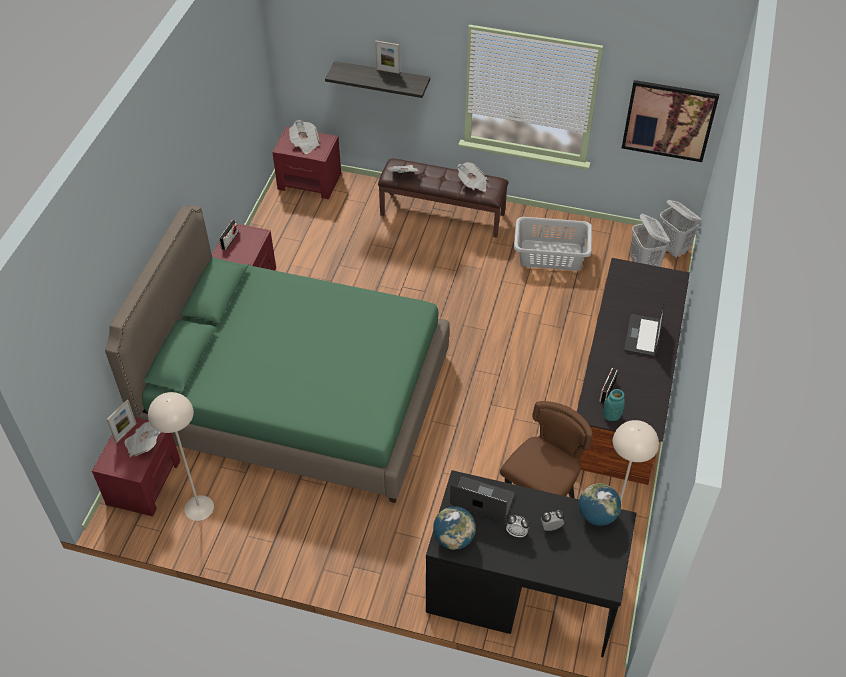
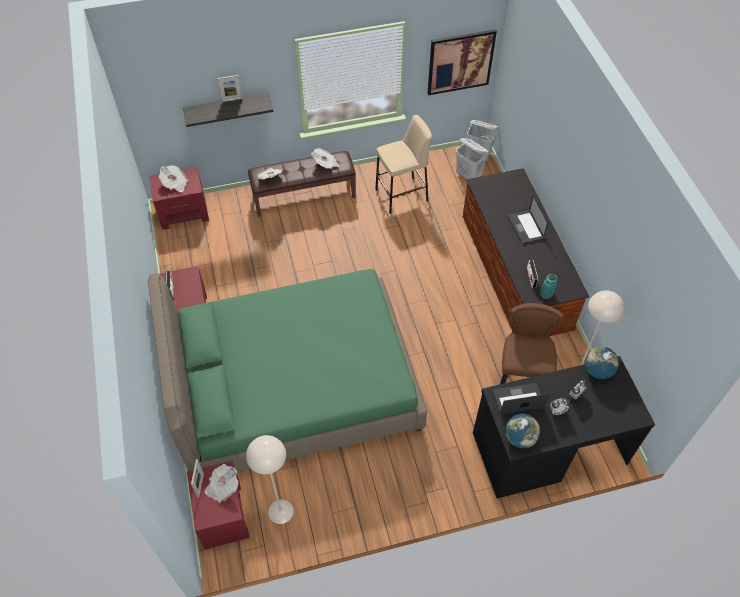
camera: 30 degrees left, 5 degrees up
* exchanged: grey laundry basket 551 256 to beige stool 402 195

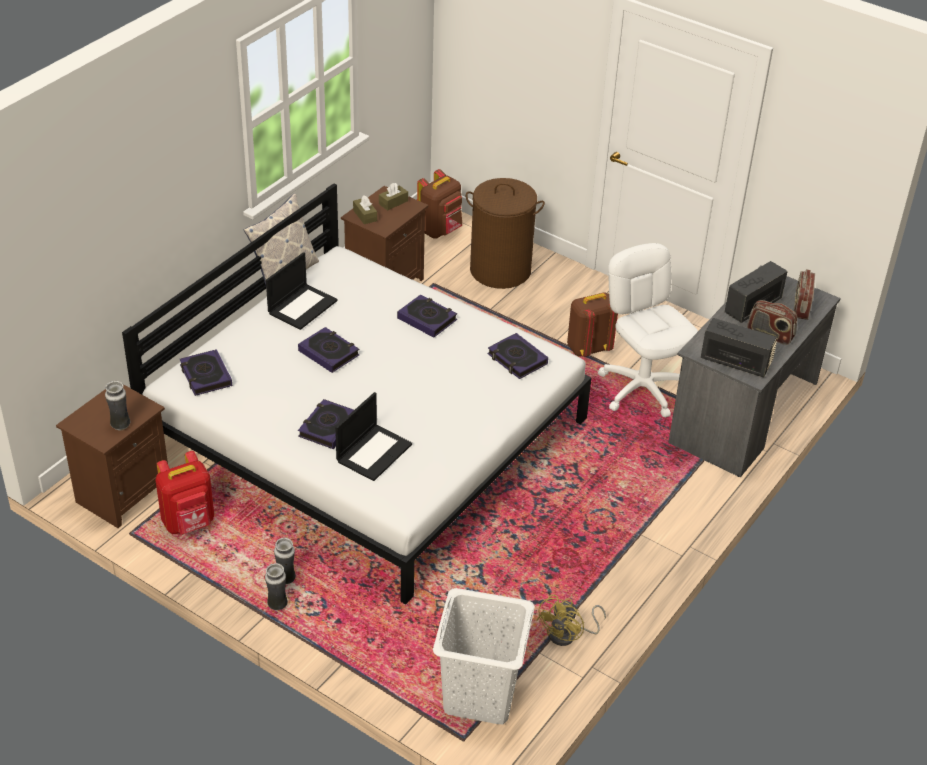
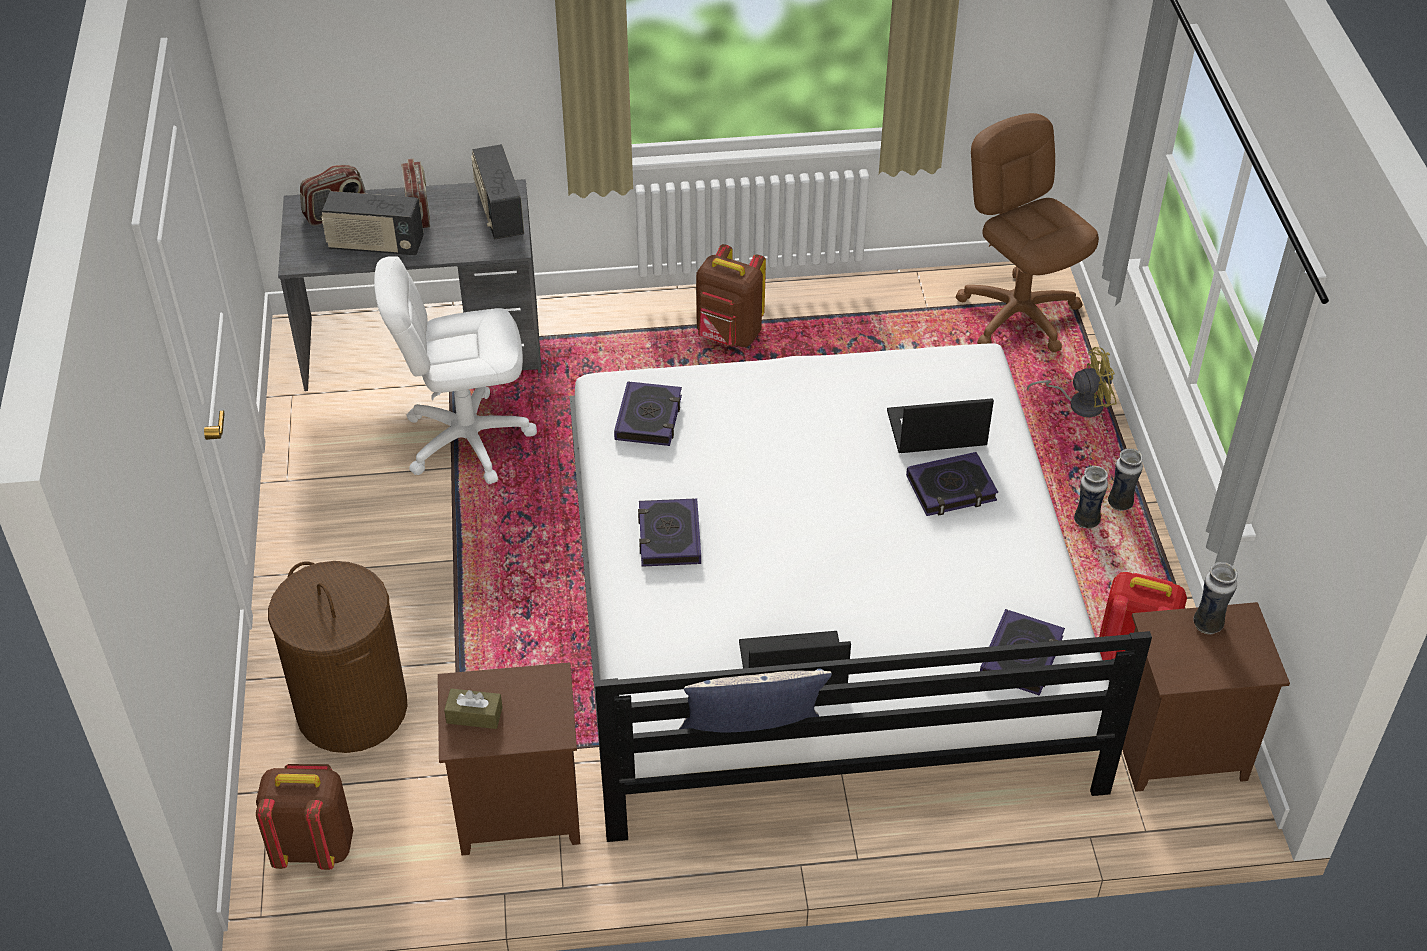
camera: 130 degrees left, 5 degrees up
* missing: brown tissue box 365 215
* spun: white office chair 642 388 = 467 439 60 degrees clockwise
* relocated: brown backpack 588 348 to 729 335
* missing: book 329 353
* exchanged: white laundry basket 480 695 to brown office chair 1018 315
* relocated: yellow fan 568 635 to 1079 403

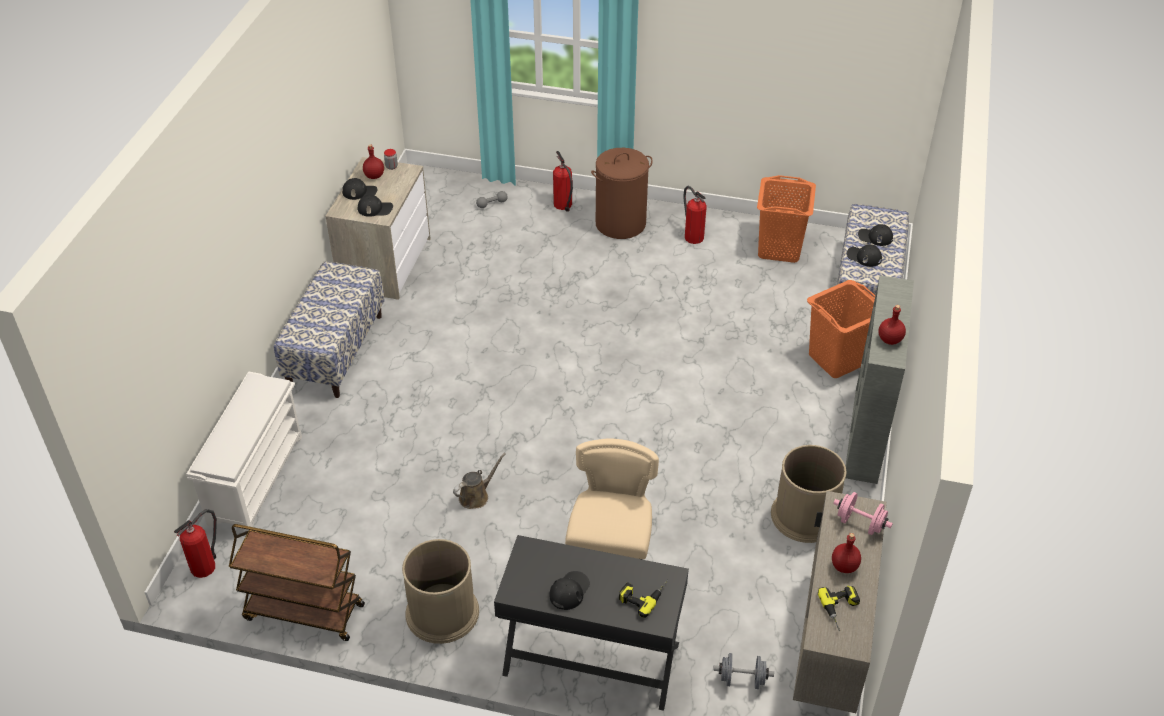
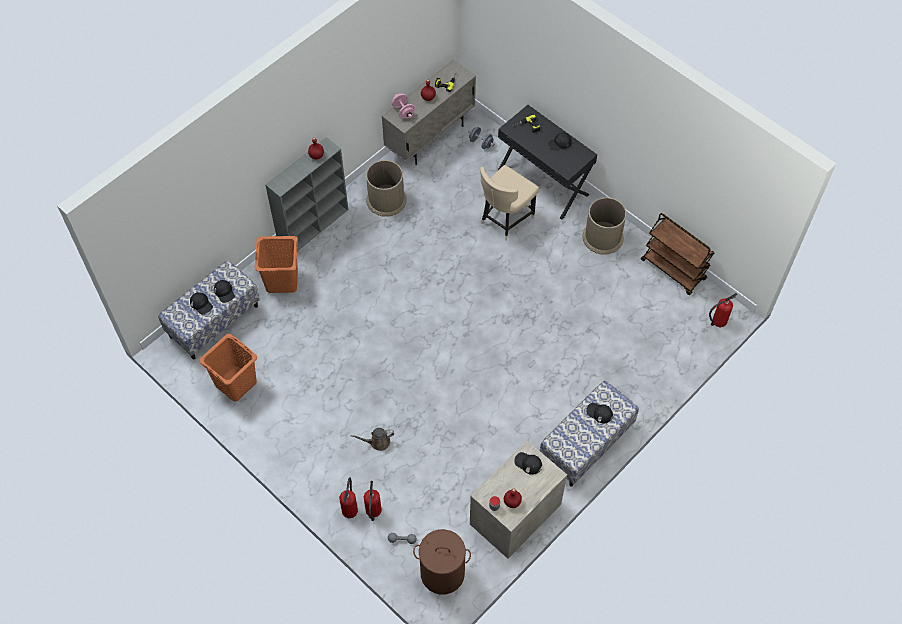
camera: 150 degrees left, 15 degrees up
* relocated: brown laundry basket 620 223 to 442 573
* relocated: black cap 360 192 to 599 413
* relocated: fire extinguisher 692 236 to 373 511
* missing: white shoe rack 255 478
* relocated: brown watering can 476 496 to 377 442

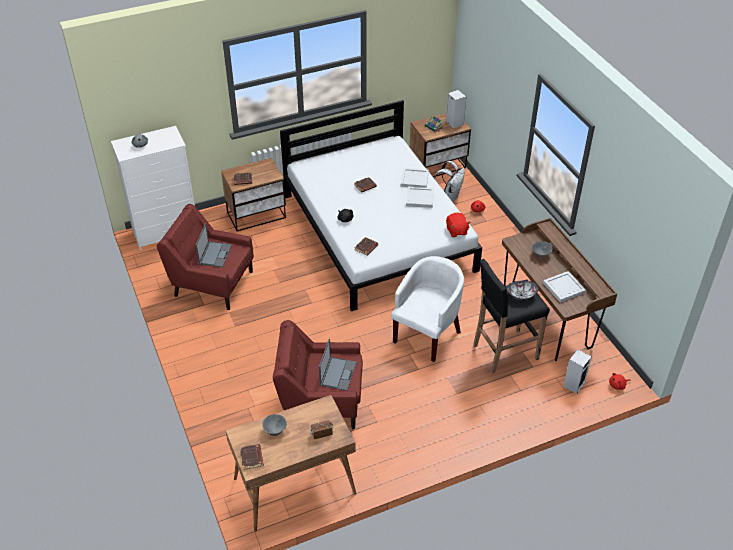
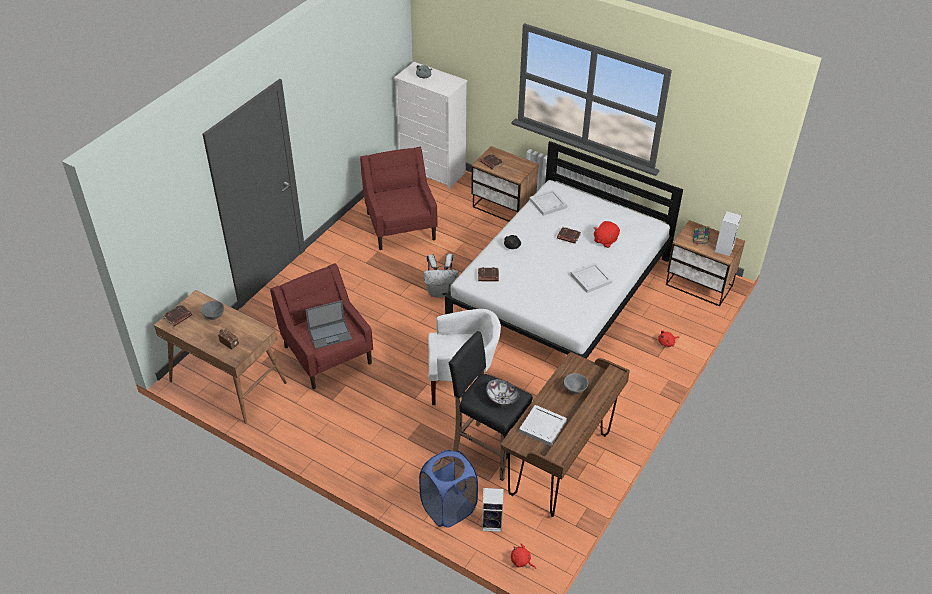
camera: 55 degrees right, 0 degrees up
* relocated: white backpack 449 197 to 440 291
* relocated: white tray 415 179 to 548 204
* relocated: red plush toy 456 231 to 605 240
* missing: laptop 215 254
* appeared: blue laundry basket 448 508

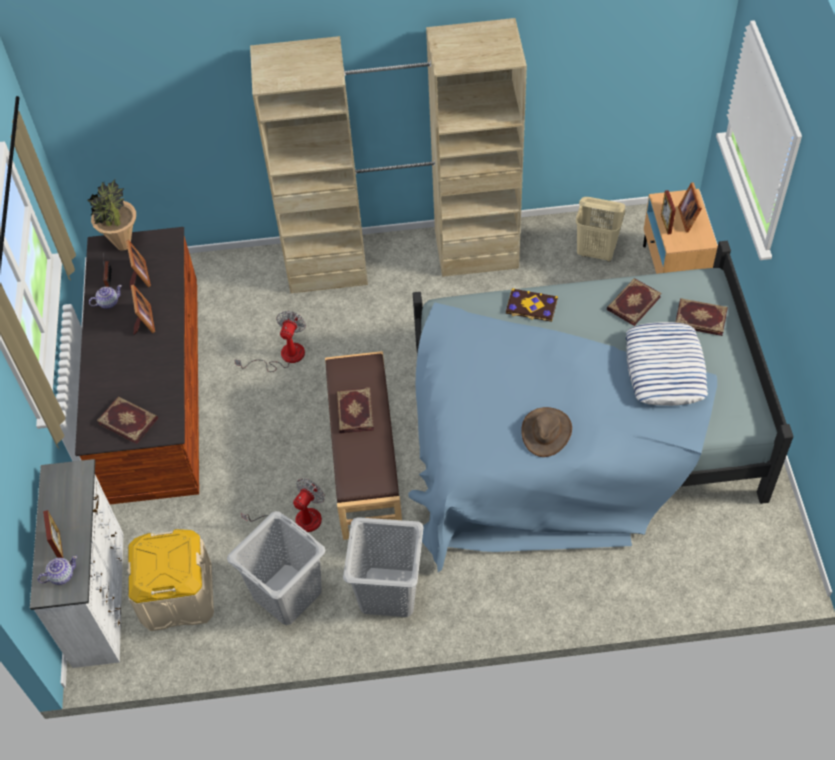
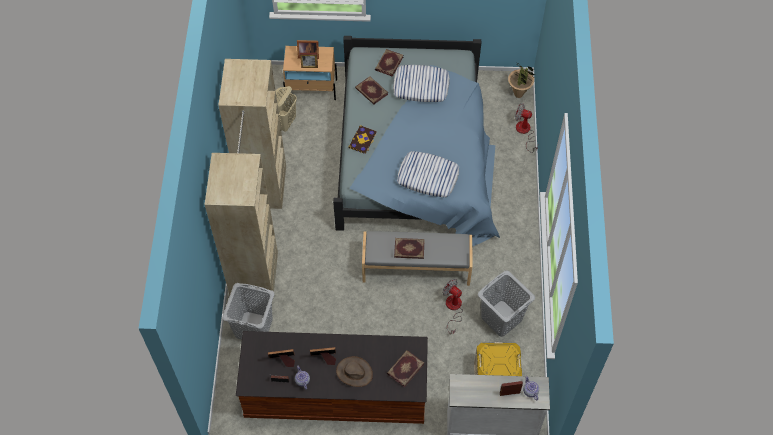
camera: 85 degrees left, 5 degrees up
* relocated: potted plant 123 245 to 518 94
* relocated: fan 284 356 to 524 132
* colour: brown bench 366 460 to grey bench 416 267
* relocated: brown hat 546 432 to 354 372
* relocated: grey laundry basket 388 591 to 253 328
* appeared: pillow 428 177

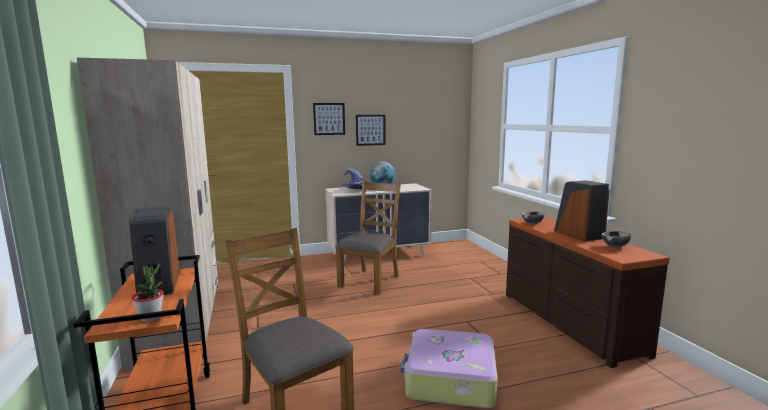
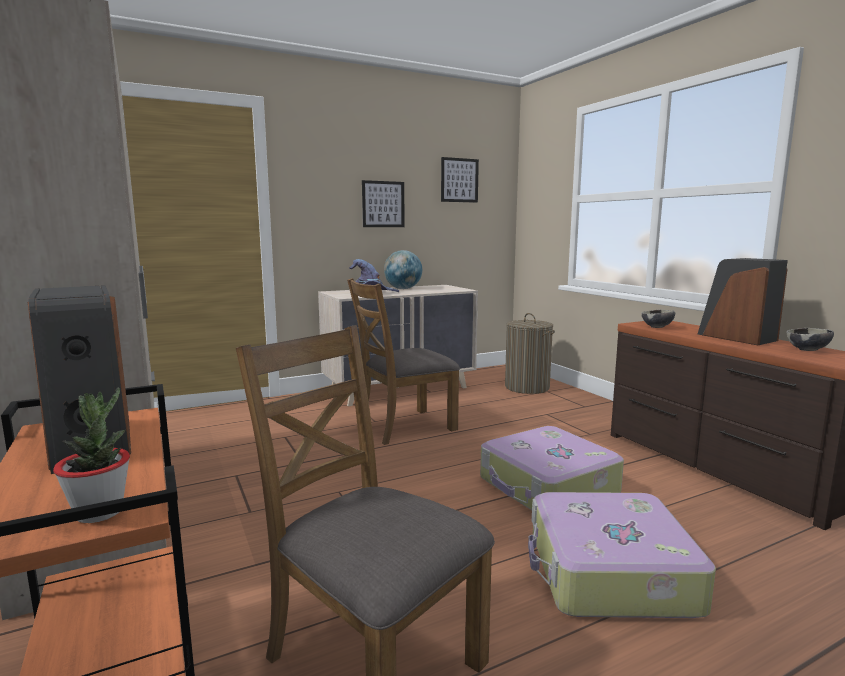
camera: 10 degrees left, 0 degrees up
* relocated: picture 329 119 to 459 180
* spun: brown chair 370 281 = 404 426 135 degrees counterclockwise
* appeared: laundry basket 527 387
* appeared: suitcase 547 486

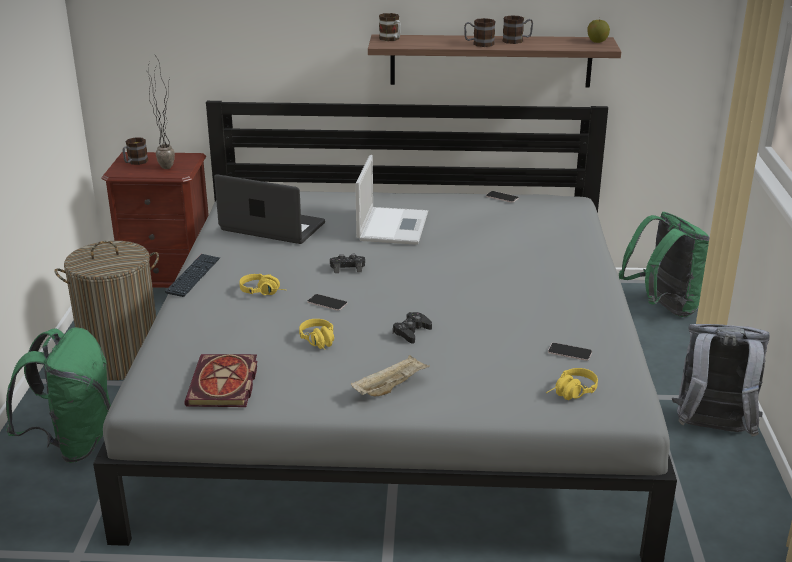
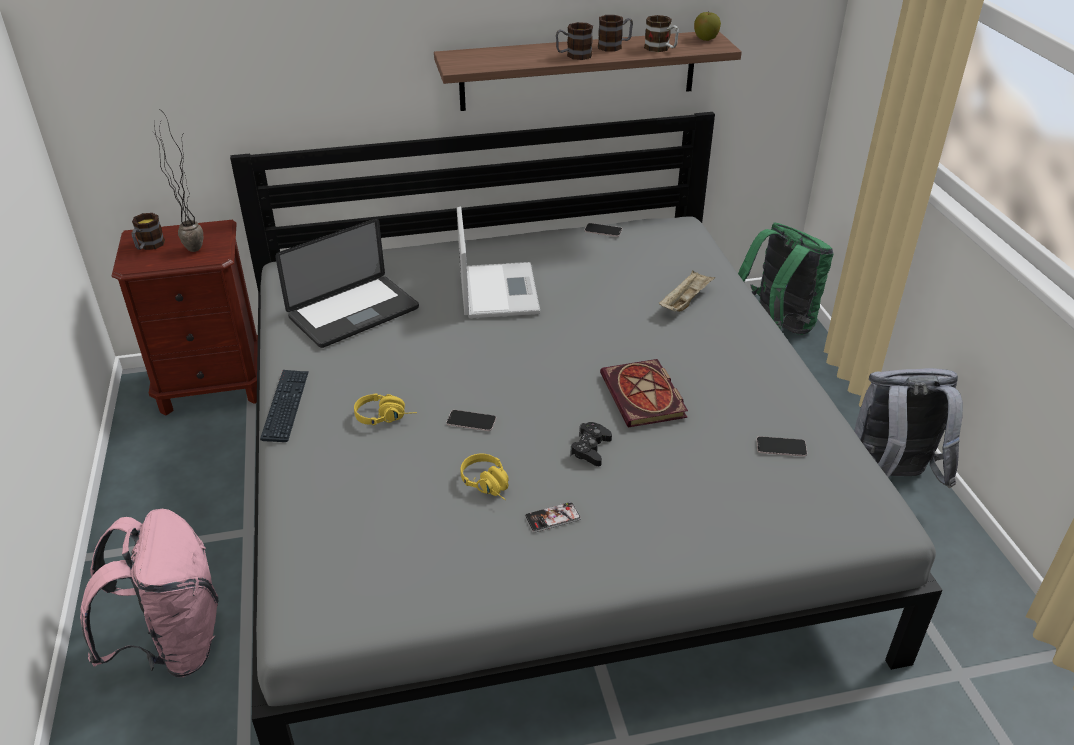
camera: 15 degrees left, 10 degrees up
* relocated: mug 391 39 to 661 49
* spun: laptop 272 227 = 354 313 135 degrees clockwise
* missing: laundry basket 122 359
* missing: black game controller 347 267
* colour: green backpack 73 443 to pink backpack 174 644
* relocated: book 224 385 to 645 397
* relocated: beige tray 390 387 to 685 302
* missing: yellow headphones 571 393
* appeared: phone 552 518

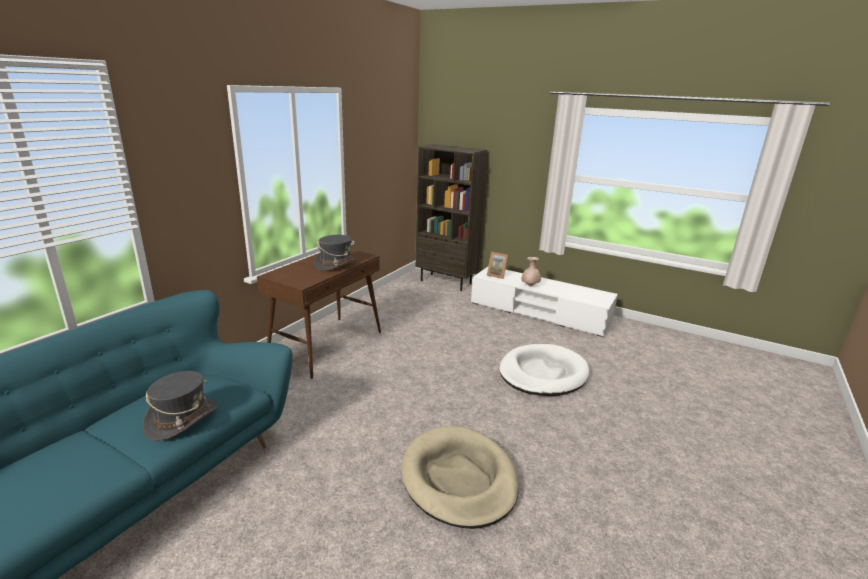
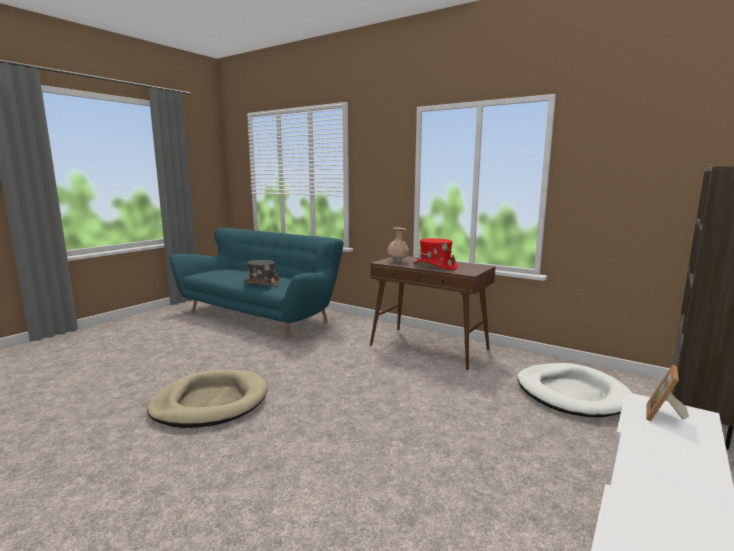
camera: 95 degrees right, 10 degrees down
* colour: grey hat 336 264 to red hat 434 266
* relocated: beige vase 530 286 to 397 262
* relocated: white dog bed 542 373 to 571 394

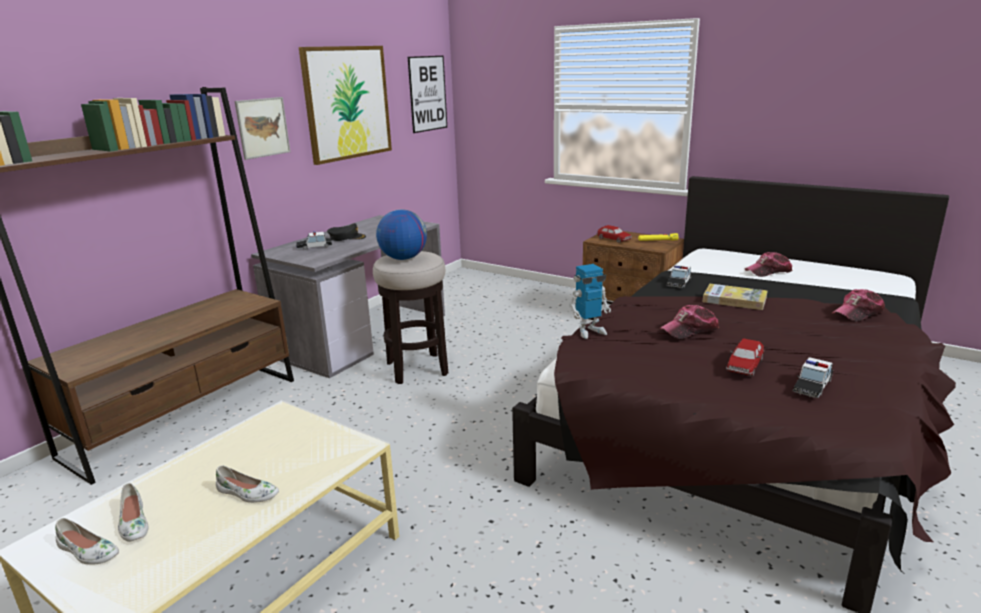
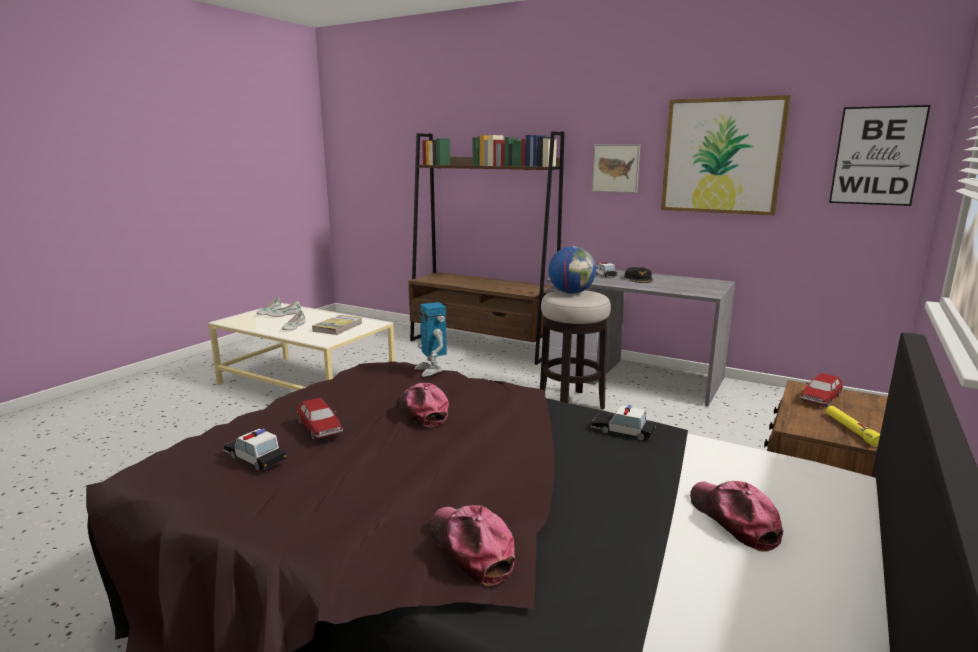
camera: 85 degrees right, 5 degrees down
* relocated: book 734 299 to 338 327
* spun: toy car 744 365 = 320 428 150 degrees counterclockwise

